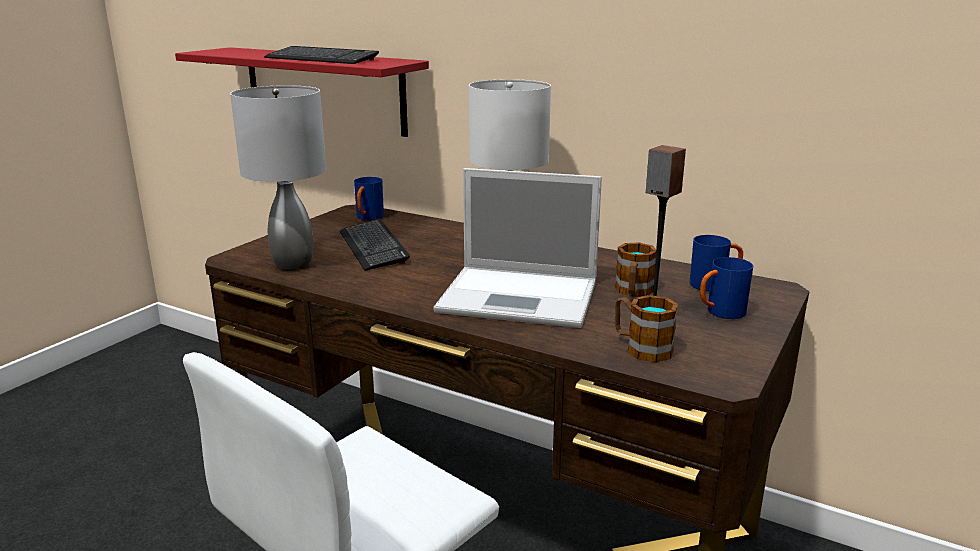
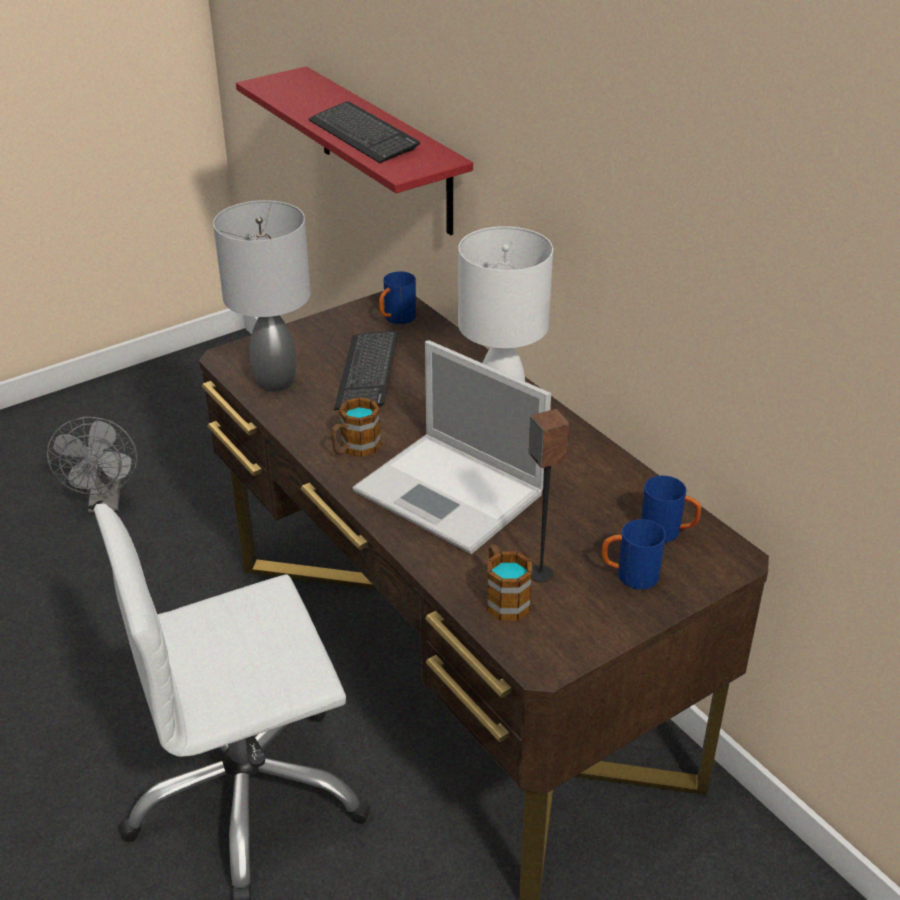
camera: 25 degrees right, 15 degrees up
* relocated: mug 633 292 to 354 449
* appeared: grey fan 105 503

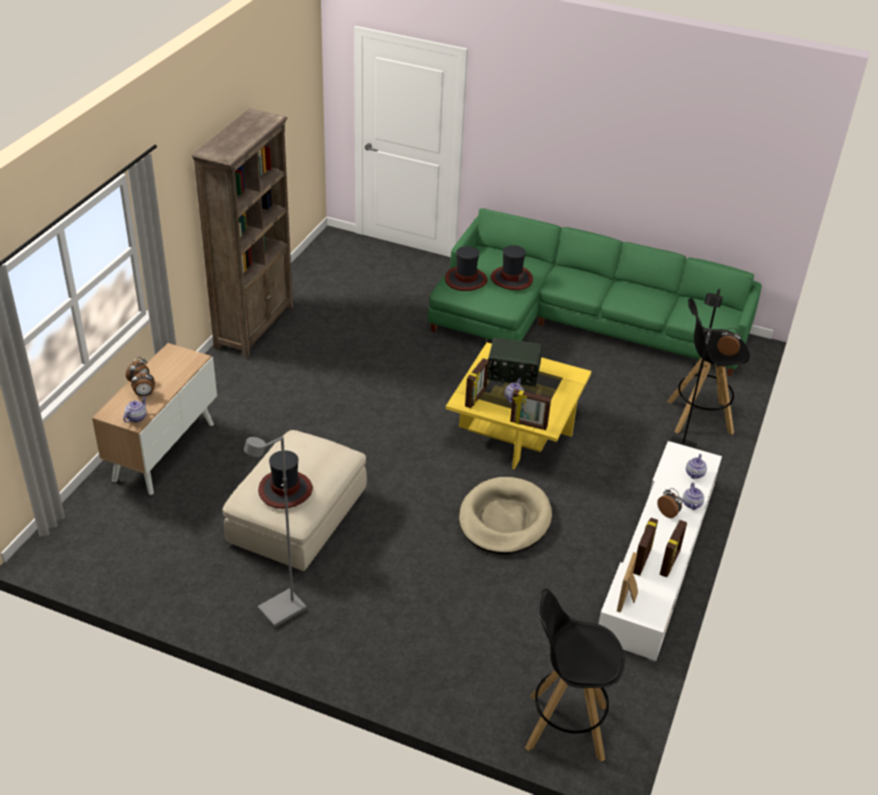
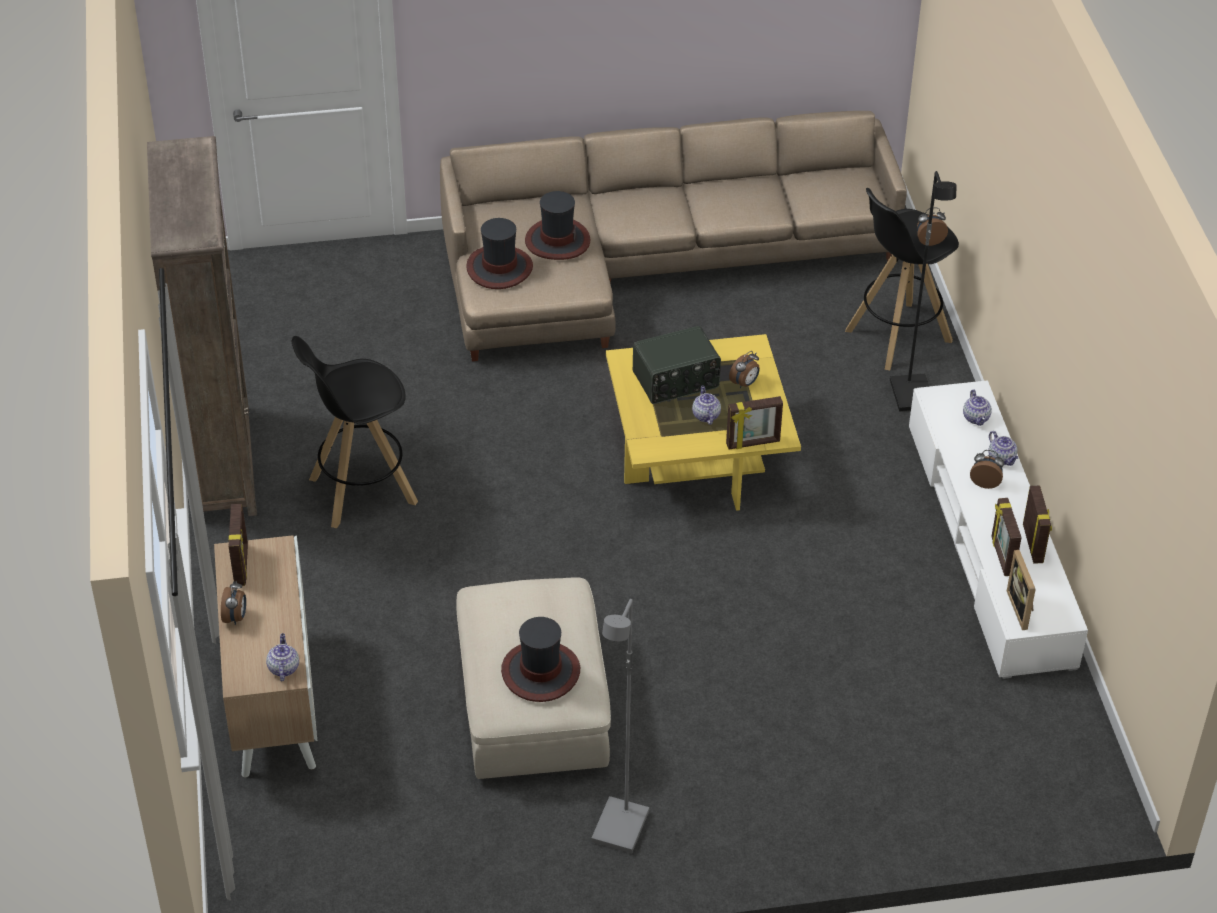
camera: 30 degrees left, 5 degrees up
* colour: green sofa 575 321 to beige sofa 646 264
* relocated: picture frame 476 398 to 242 565
* relocated: alarm clock 144 394 to 745 383
* missing: beige dog bed 504 519
* relocated: black stool 565 726 to 361 491

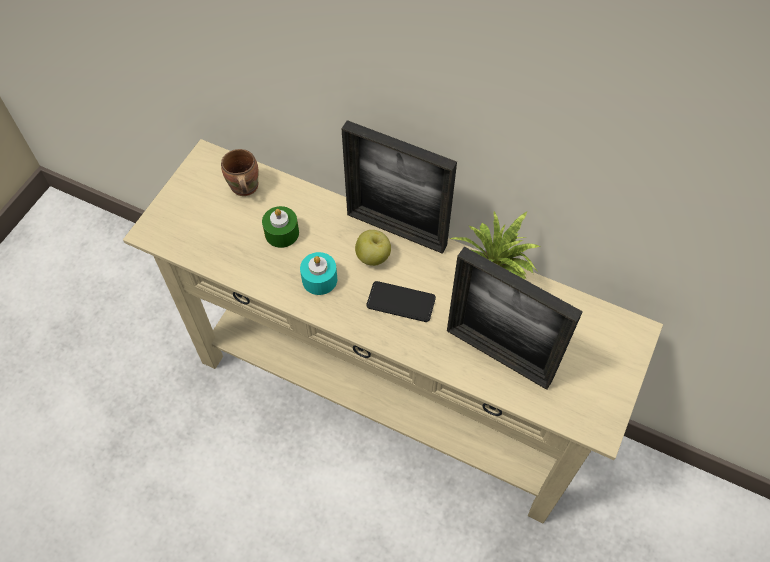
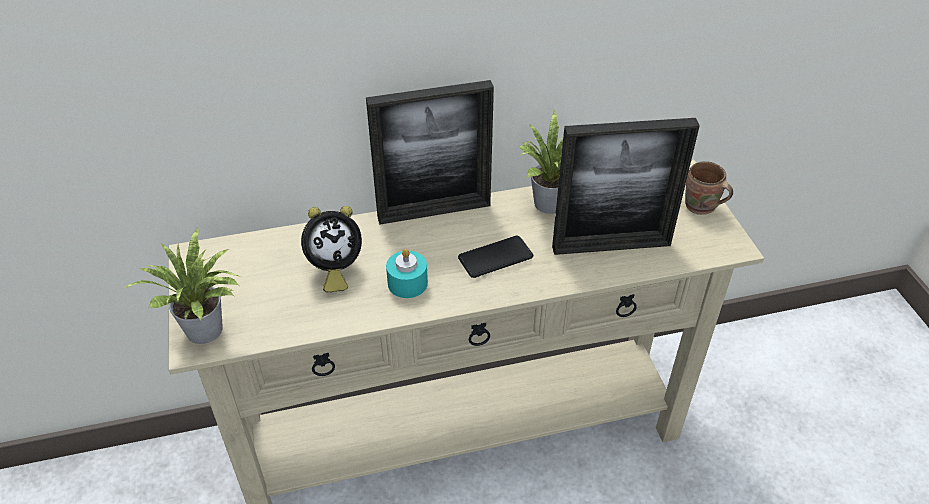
camera: 40 degrees left, 15 degrees down
* relocated: brown mug 243 188 to 701 208
* exchanged: green candle 282 233 to alarm clock 333 270
* missing: apple 373 257
* appeared: potted plant 207 333

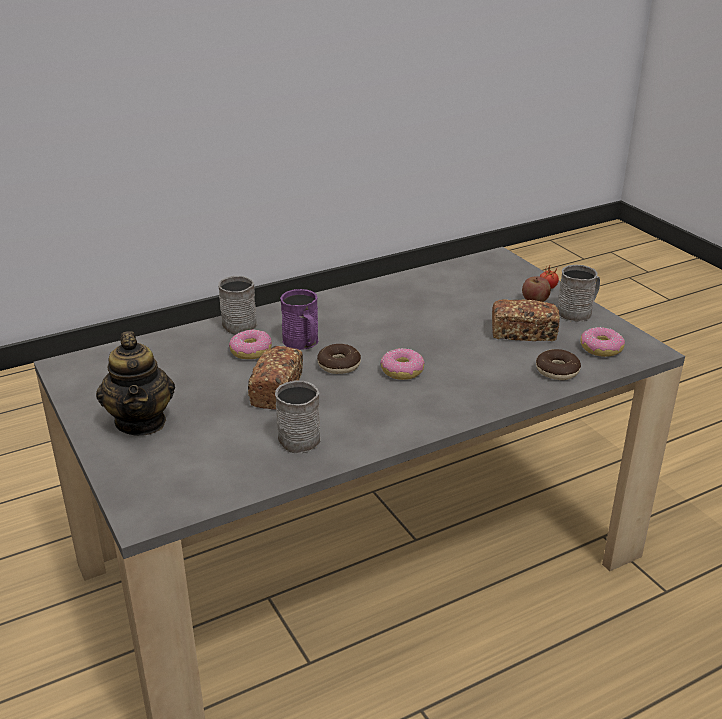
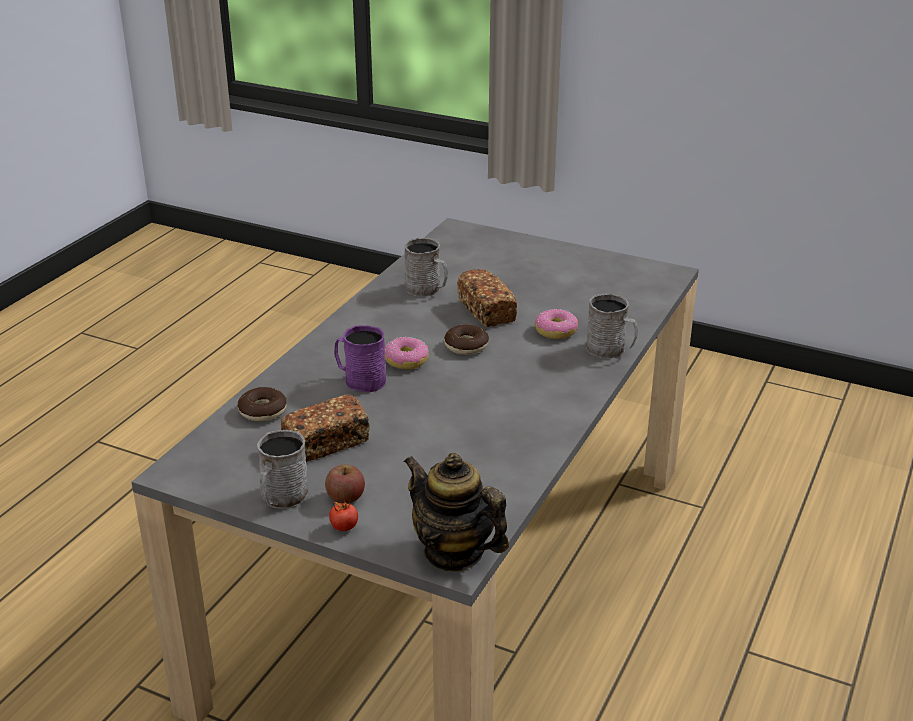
camera: 145 degrees right, 0 degrees up
* relocated: purple mug 303 343 to 360 380
* missing: donut 600 349
* relocated: teapot 141 422 to 454 552

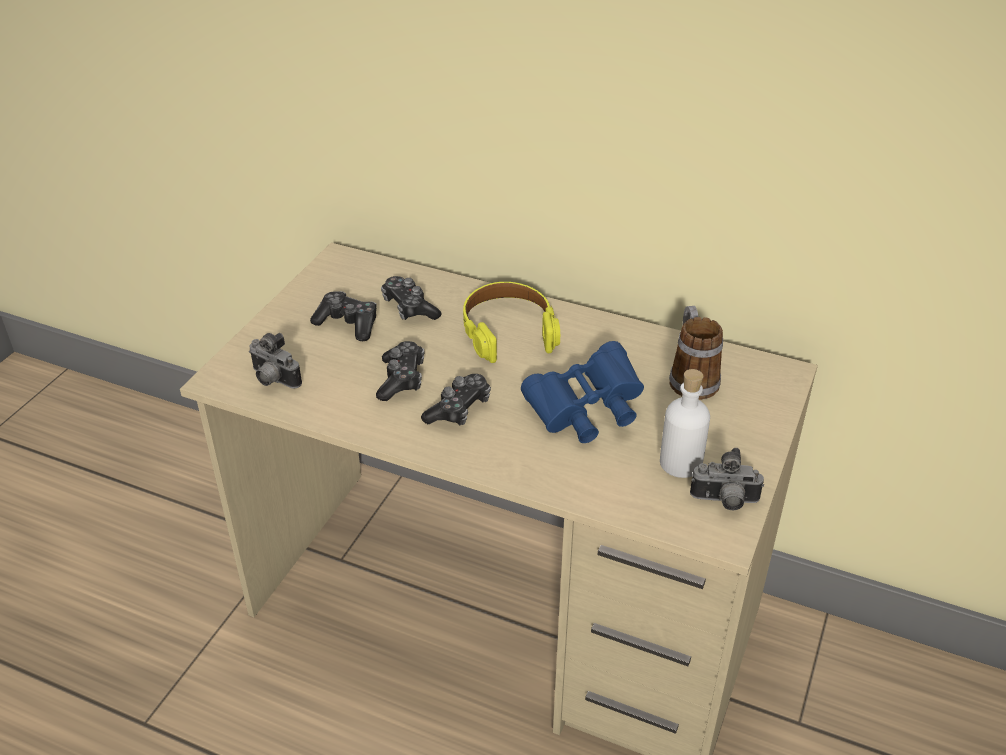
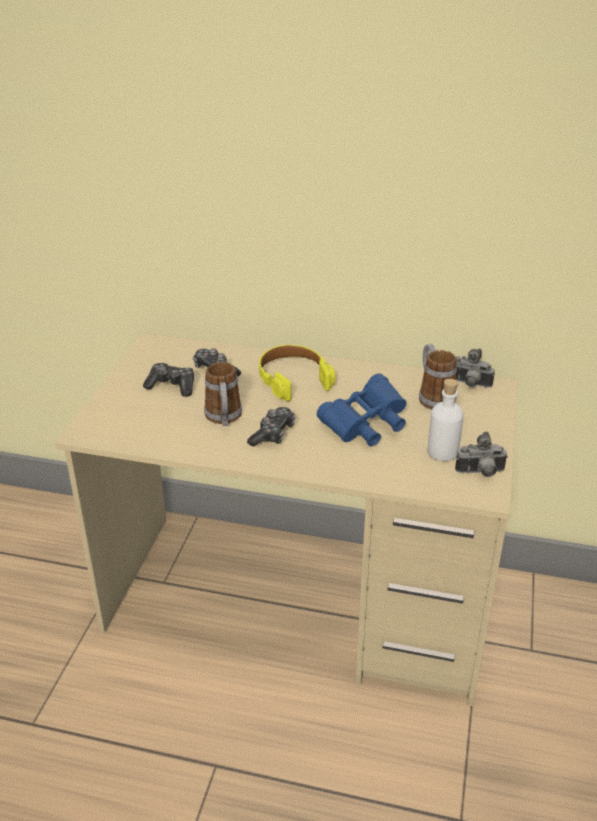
camera: 10 degrees left, 5 degrees down
* relocated: photo camera 273 380 to 469 384
* exchanged: game controller 401 379 to mug 224 419

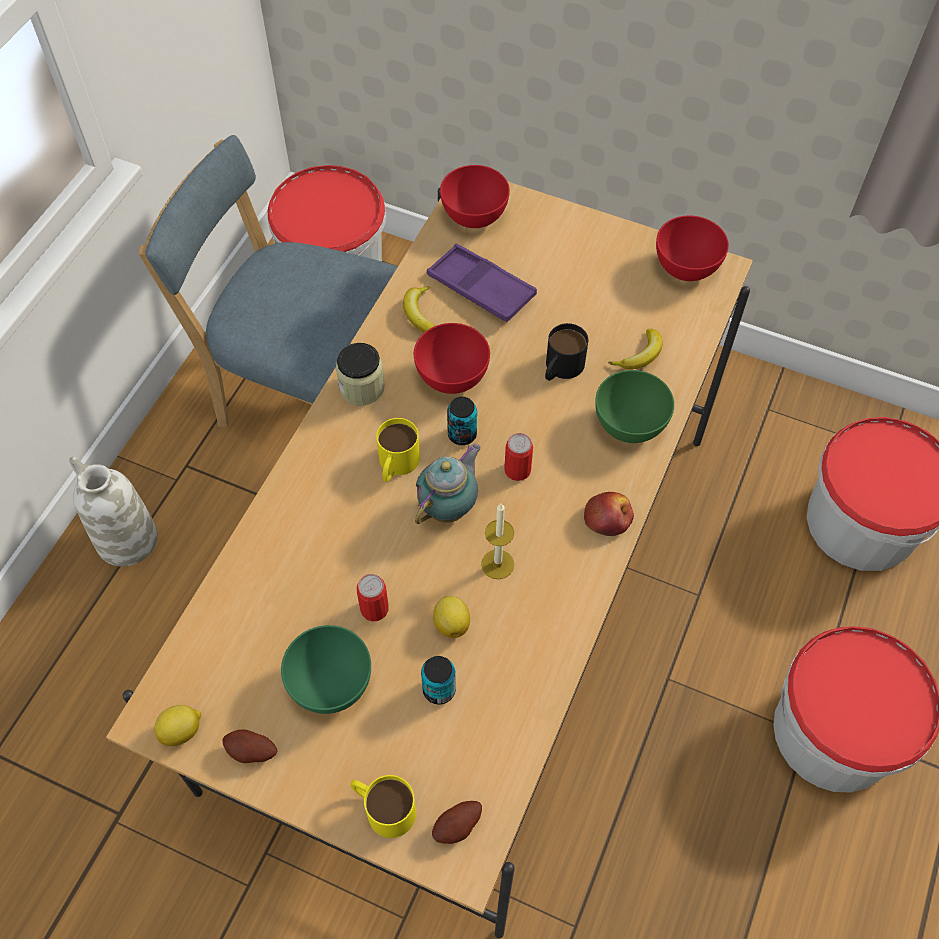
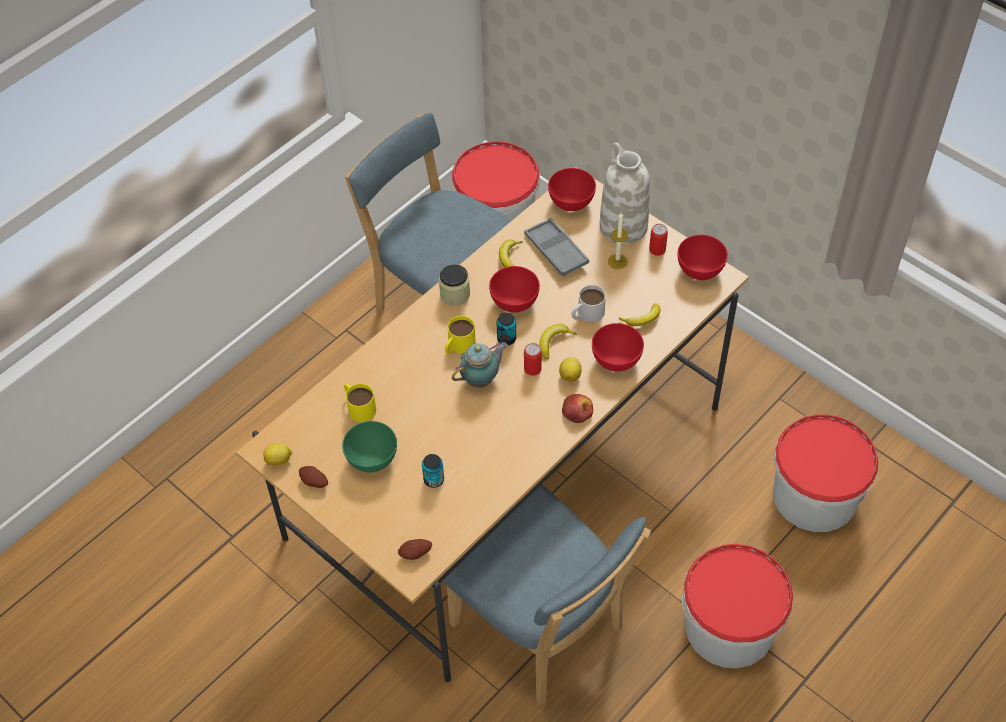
camera: 20 degrees right, 5 degrees down
* colour: purple tray 481 288 to grey tray 556 251
* colour: black mug 560 368 to white mug 586 314
* colour: green bowl 629 425 to red bowl 616 360
* relocated: white vase 126 539 to 622 226
* relocated: candle 497 564 to 617 261
* relocated: can 374 608 to 657 250
* relocated: lemon 451 623 to 570 375
* relocated: yellow mug 383 807 to 358 406
* appeared: banana 554 342
* appeared: blue chair 542 631

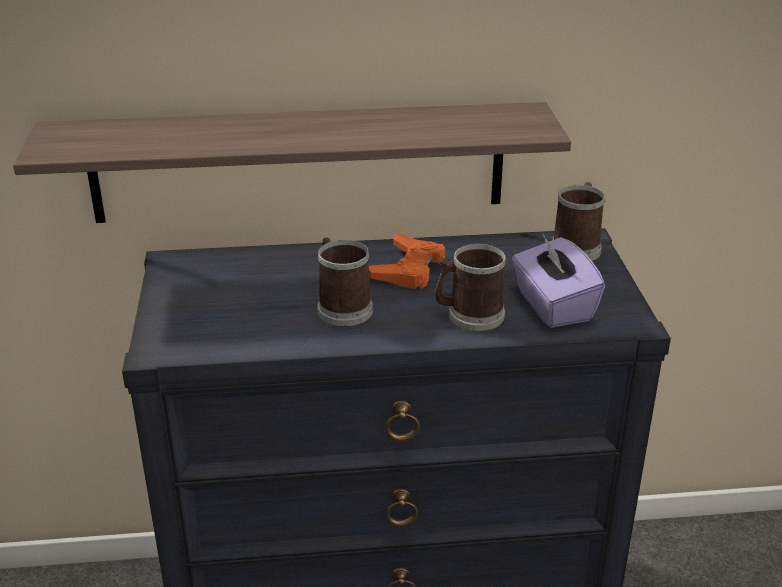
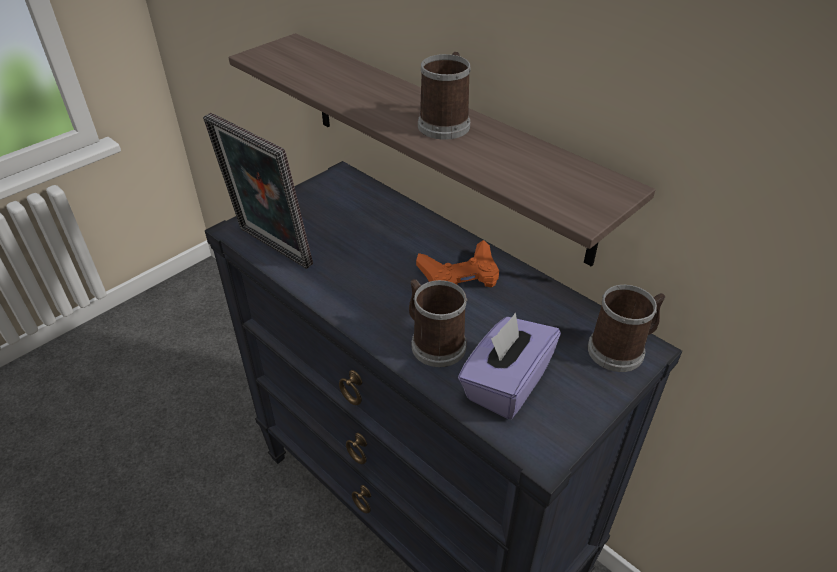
camera: 50 degrees right, 10 degrees up
* relocated: mug 341 307 to 445 123
* appeared: picture frame 270 249

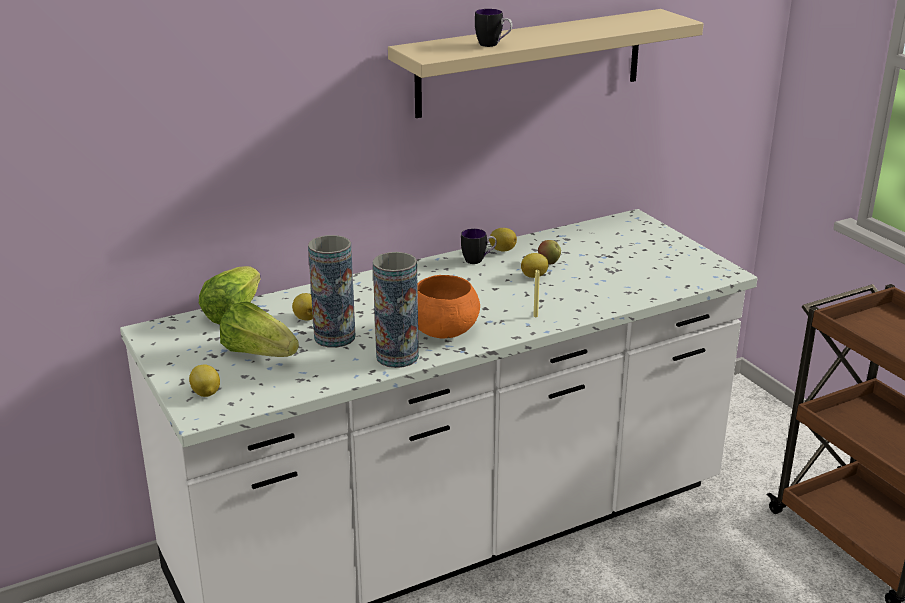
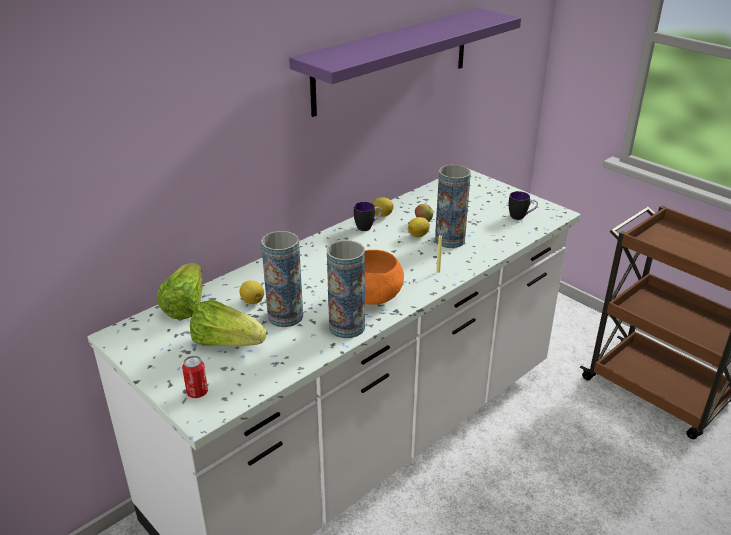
camera: 15 degrees left, 5 degrees up
* colour: beige shelf 531 62 to purple shelf 393 60
* relocated: mug 493 45 to 521 217
* exchanged: lemon 206 393 to can 197 392
* appeared: vase 449 240

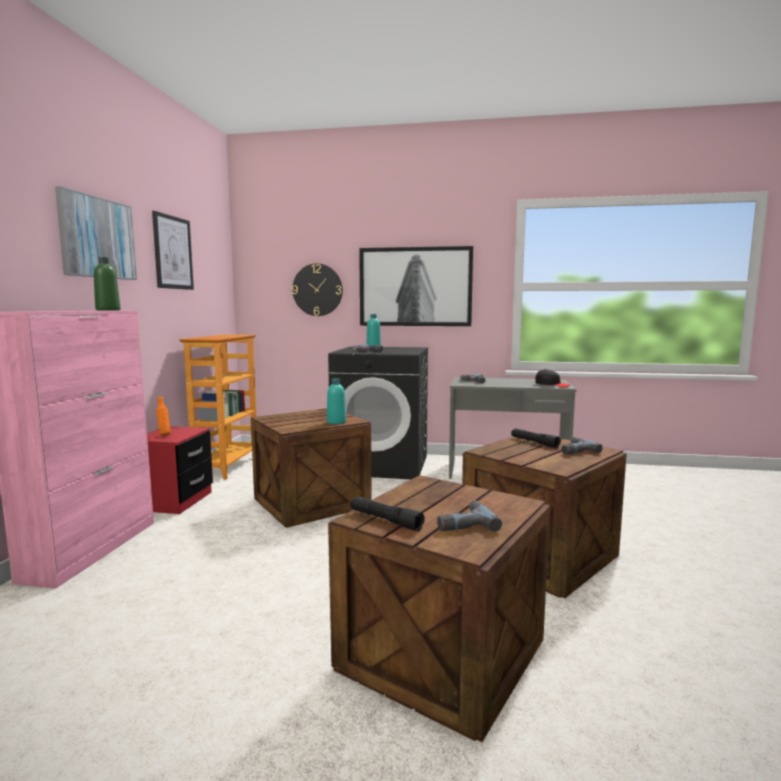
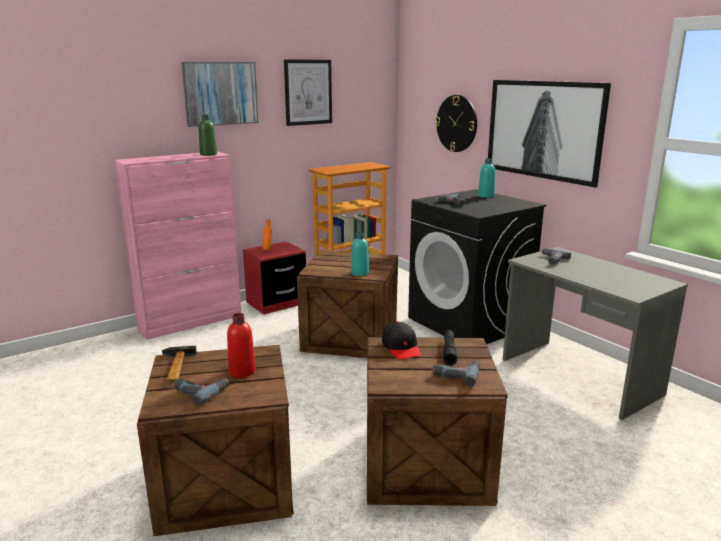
camera: 45 degrees right, 10 degrees up
* relocated: black cap 552 385 to 401 348
* exchanged: black flashlight 385 520 to hammer 175 368
* appeared: red bottle 242 371

